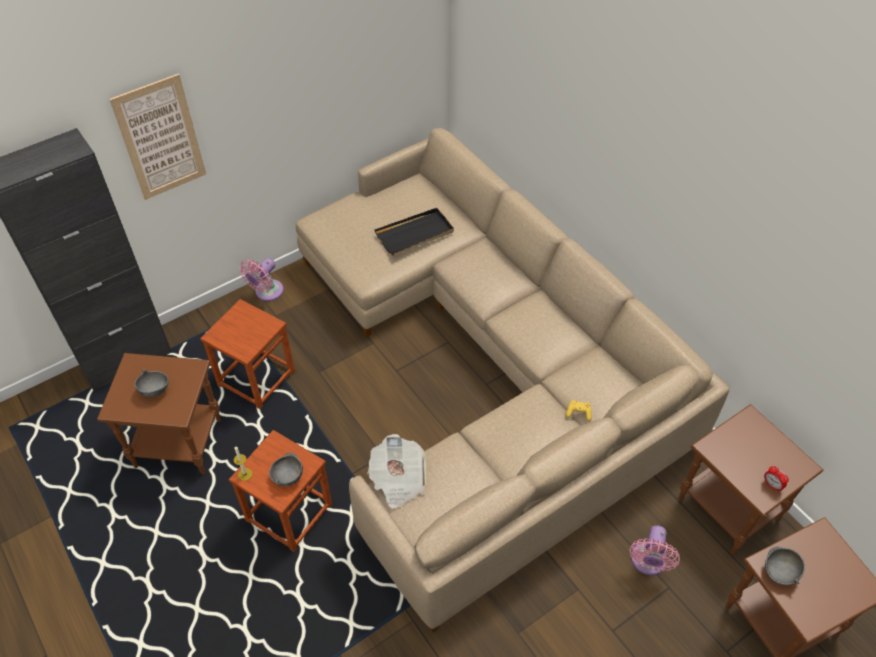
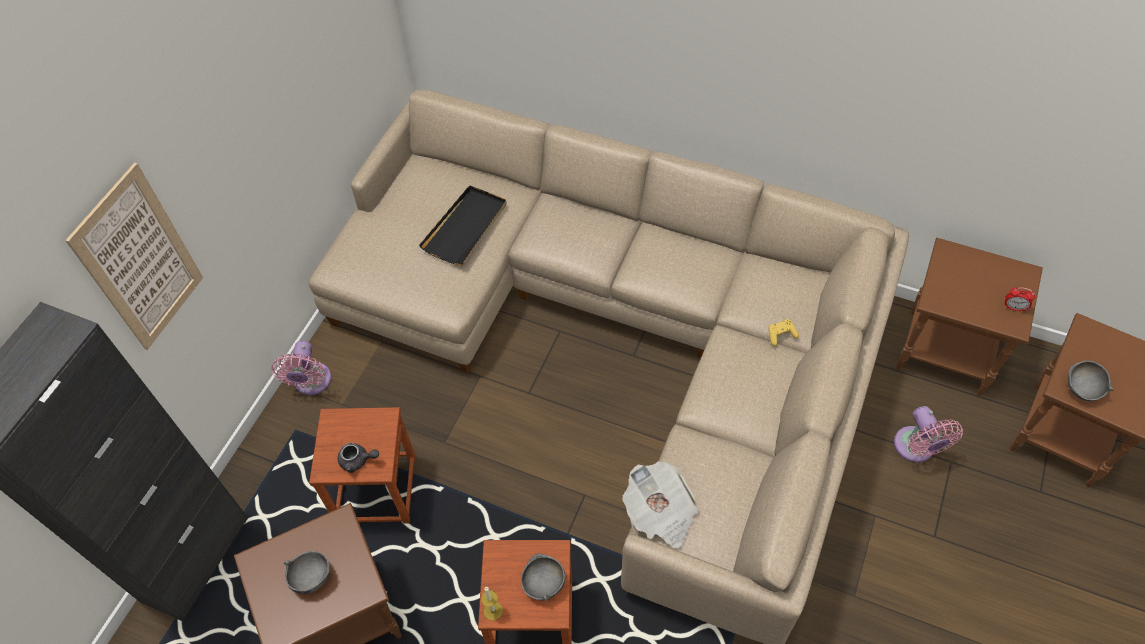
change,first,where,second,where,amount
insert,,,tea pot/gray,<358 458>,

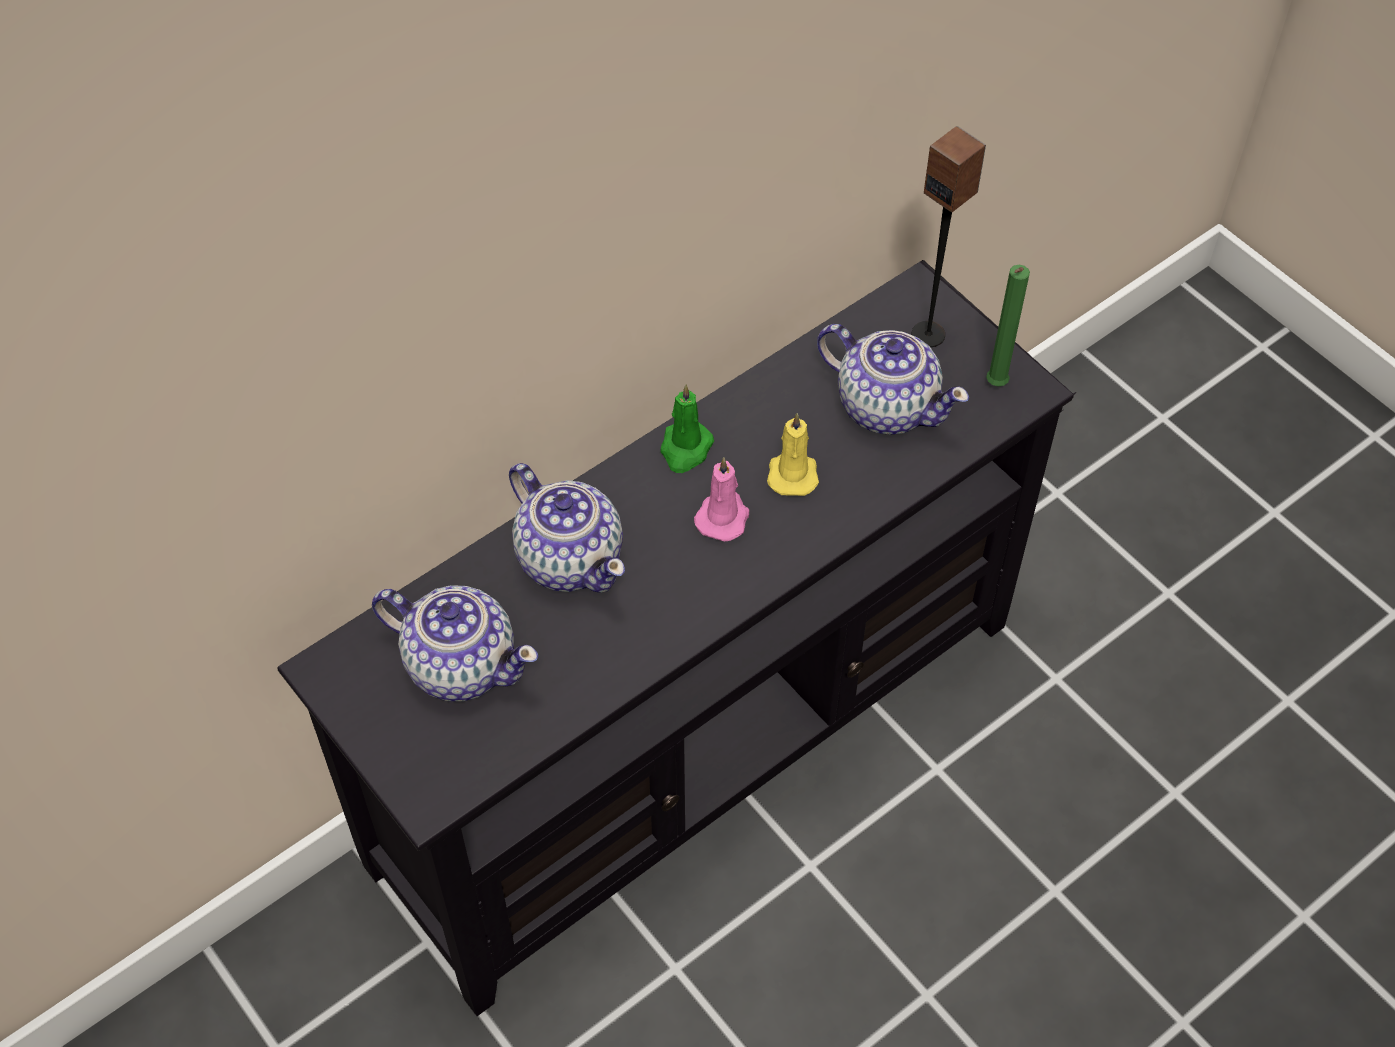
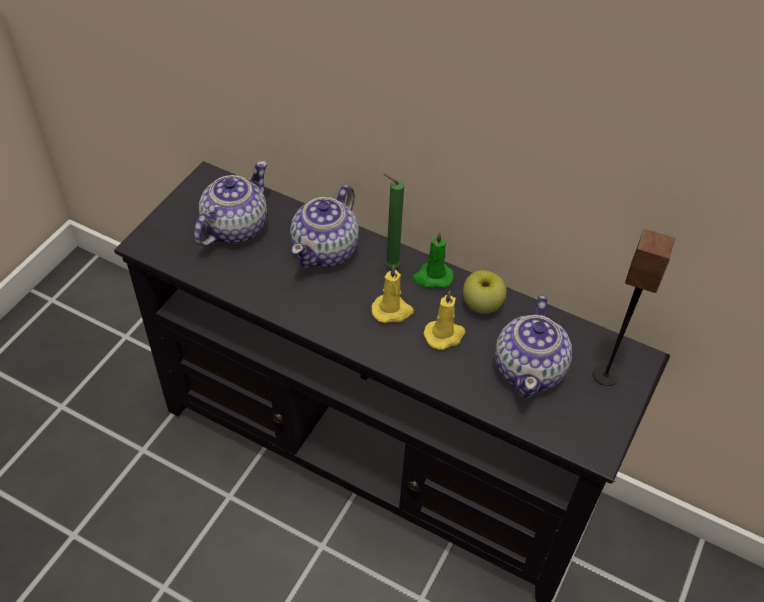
change,first,where,second,where,amount
insert,,,apple fruit,<485 292>,
move,wax candle/greenish,<1008 326>,,<393 221>,
recolor,wax candle/pink-coloured,<721 499>,wax candle/yellowish,<393 294>,
rotate,tea pot,<455 643>,,<230 204>,150 degrees counterclockwise

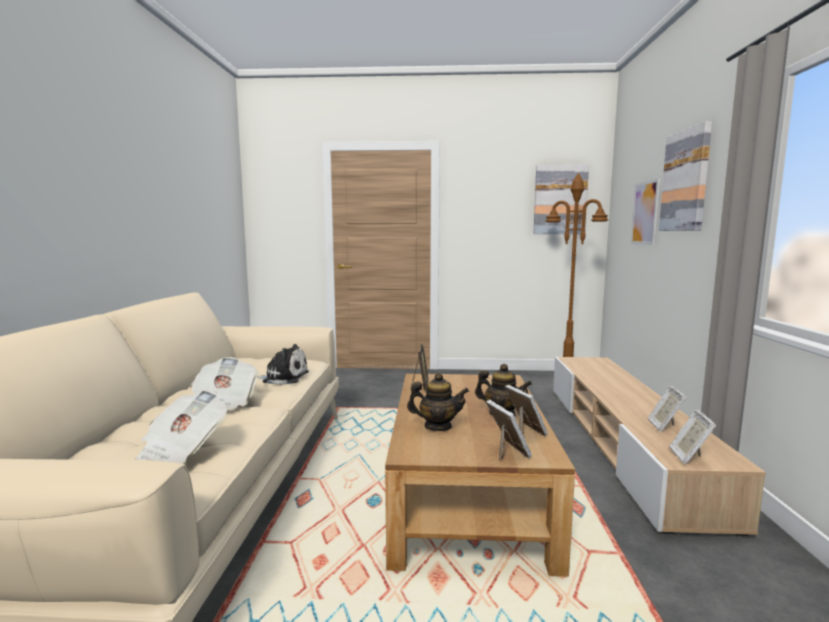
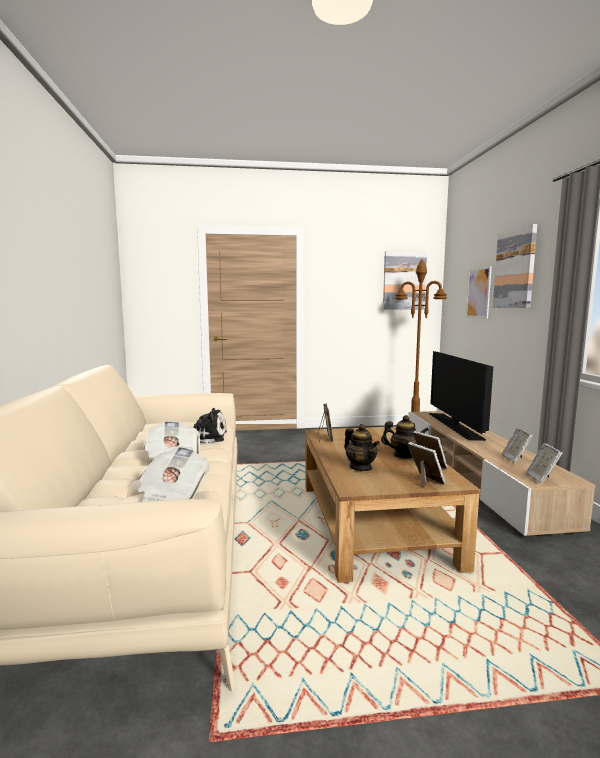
change,first,where,second,where,amount
insert,,,television,<461 396>,
rotate,tea pot,<438 402>,,<362 447>,60 degrees clockwise

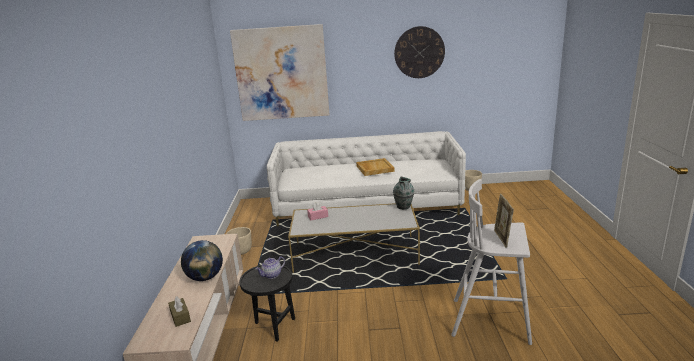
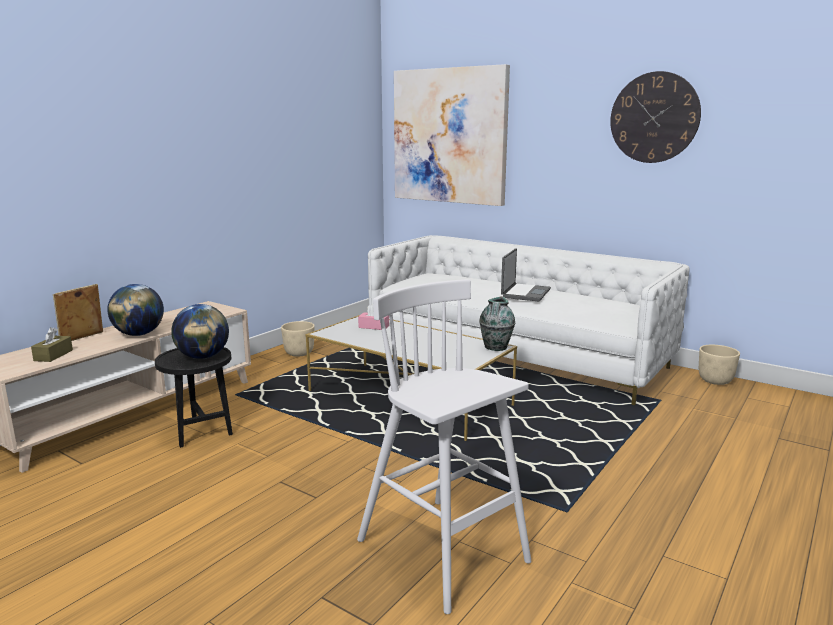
change,first,where,second,where,amount
move,photo frame,<504 221>,,<78 312>,
replace,tea pot,<270 267>,globe,<200 331>,
replace,carrying tray/beige,<375 167>,portable computer,<526 275>,

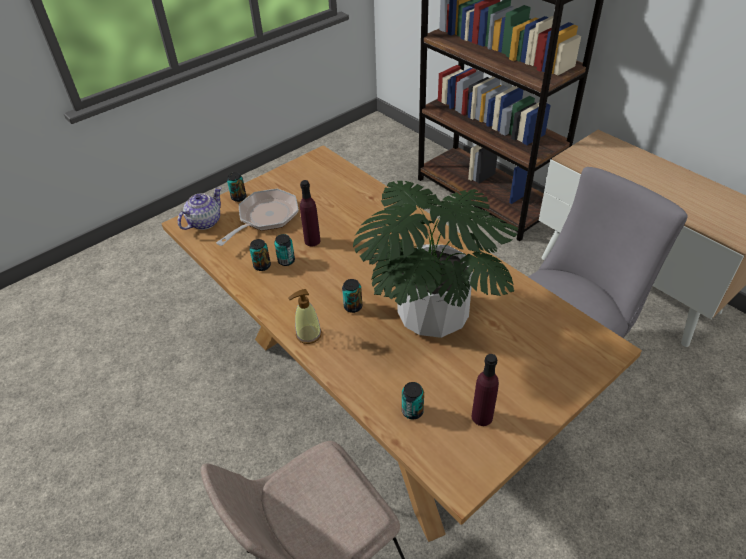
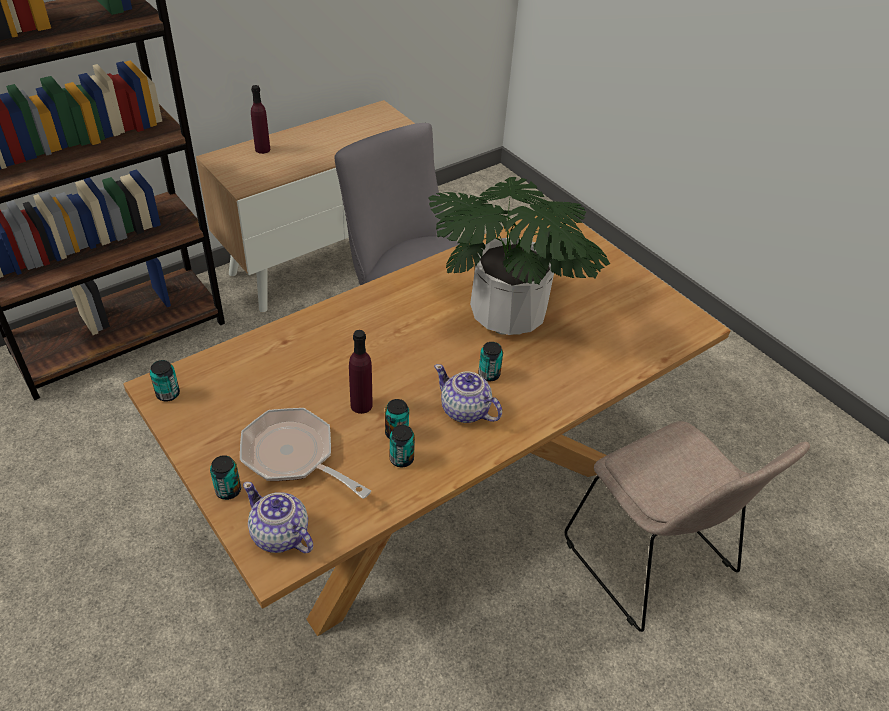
change,first,where,second,where,amount
delete,soap dispenser,<305 316>,,,
insert,,,tea pot,<468 393>,
move,can,<413 400>,,<165 380>,
move,bottle/purplish,<485 390>,,<260 119>,

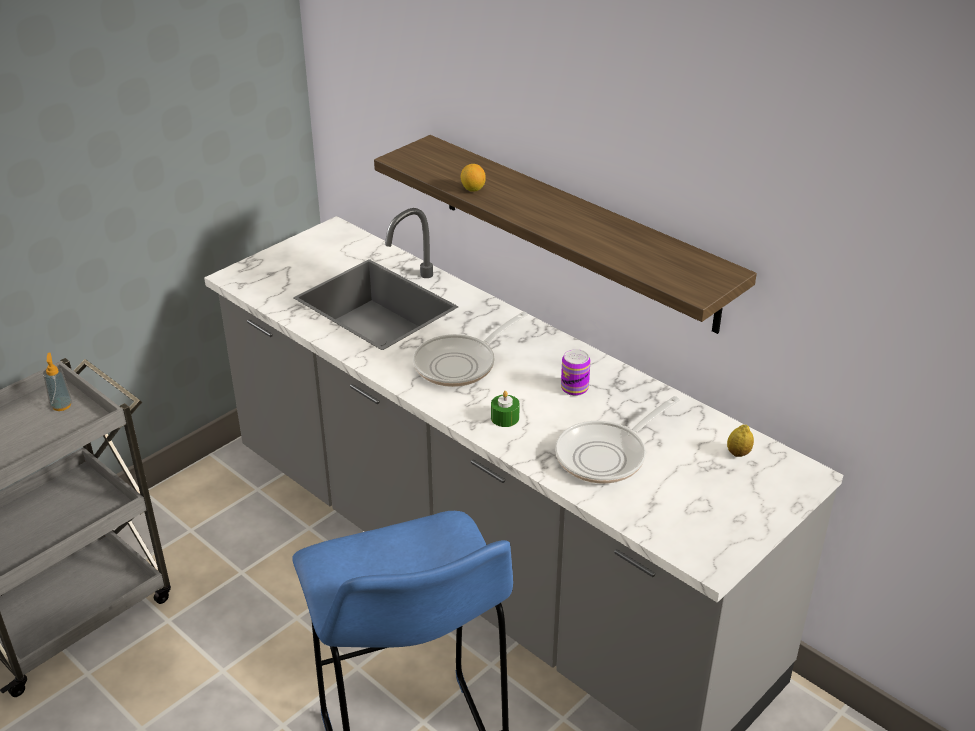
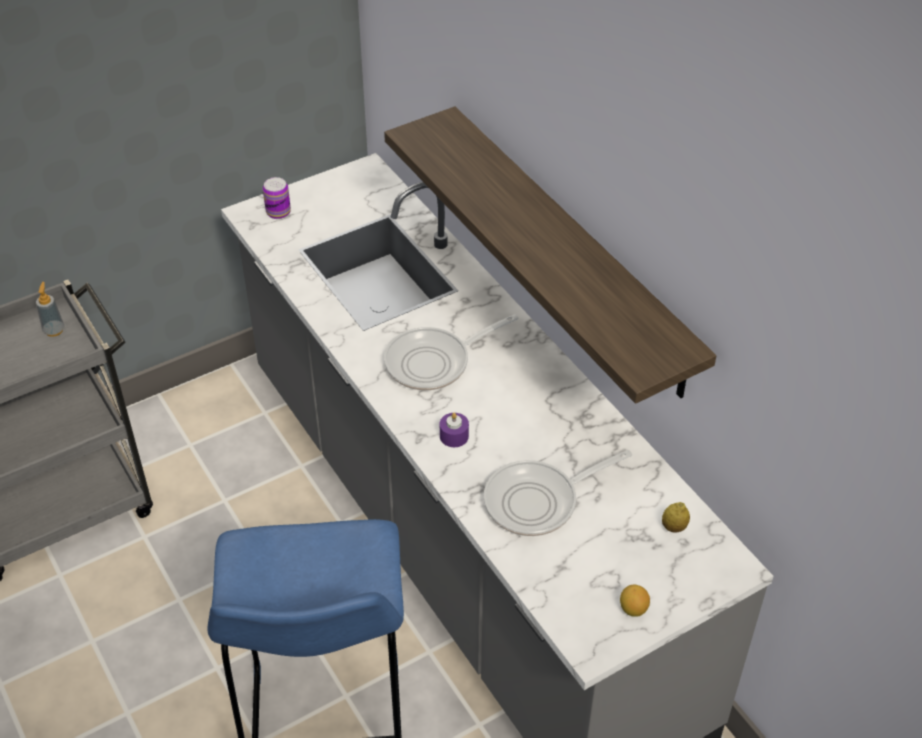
change,first,where,second,where,amount
move,whole lemon,<473 178>,,<635 601>,
move,can,<576 372>,,<277 198>,
recolor,wax candle/greenish,<505 409>,wax candle/purplish,<454 429>,

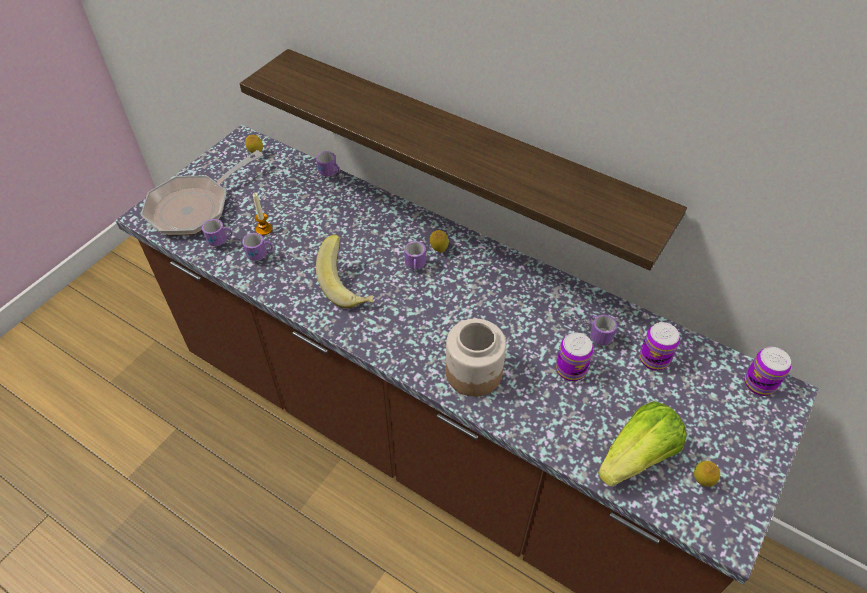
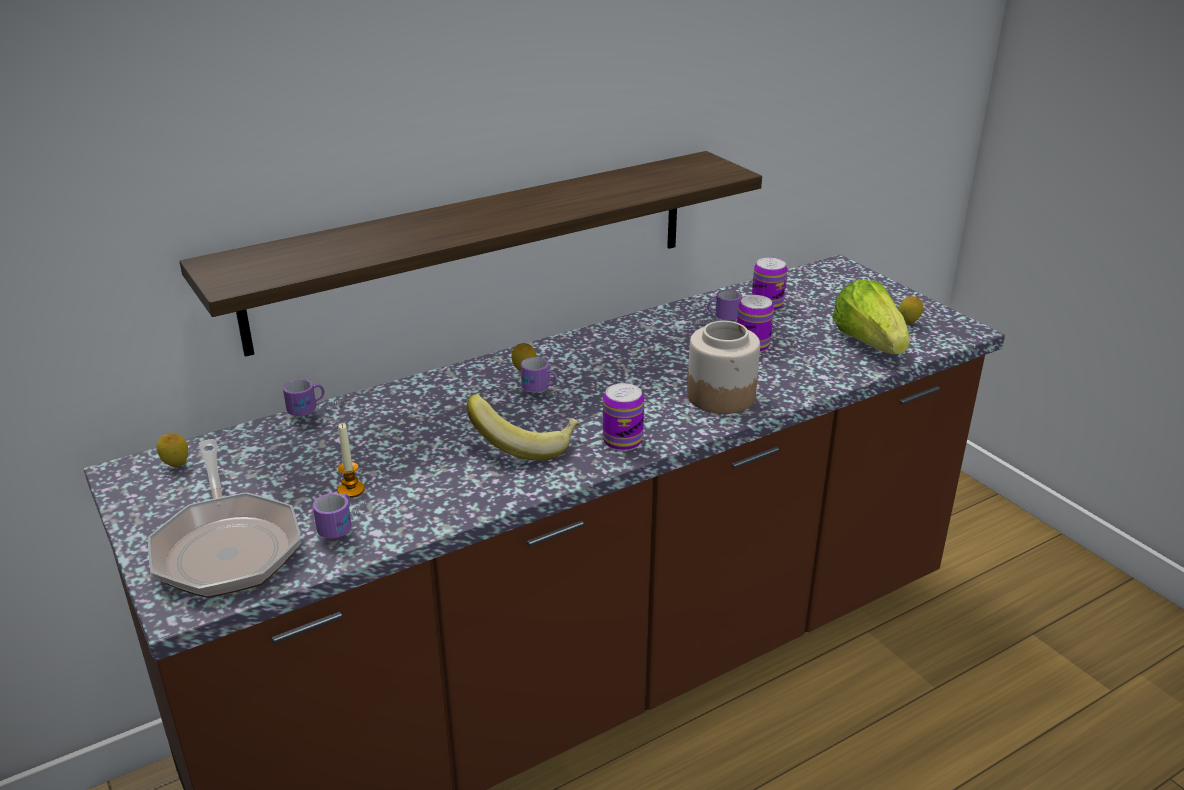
change,first,where,second,where,amount
delete,mug,<267 247>,,,
move,can,<767 371>,,<623 417>,

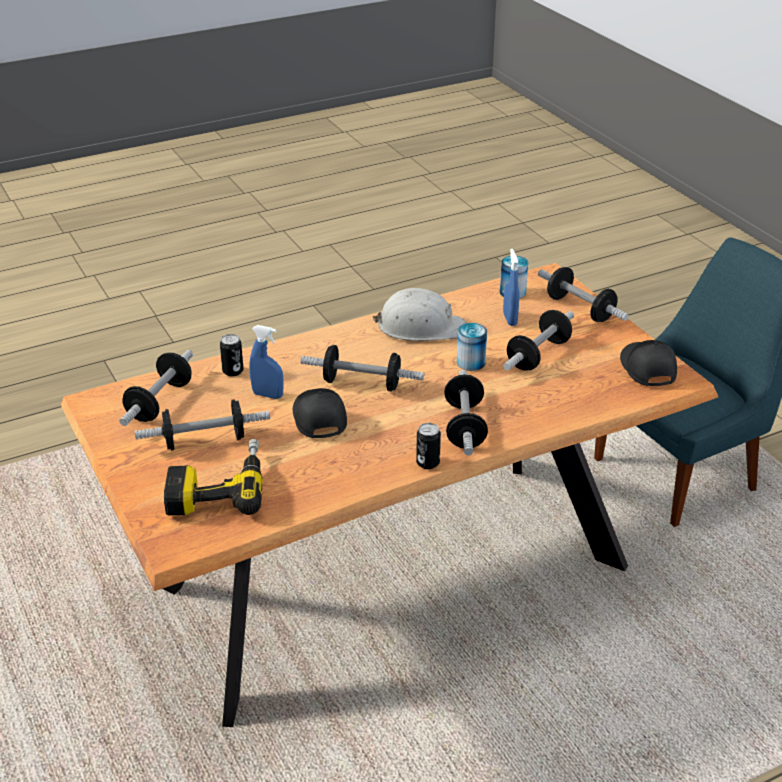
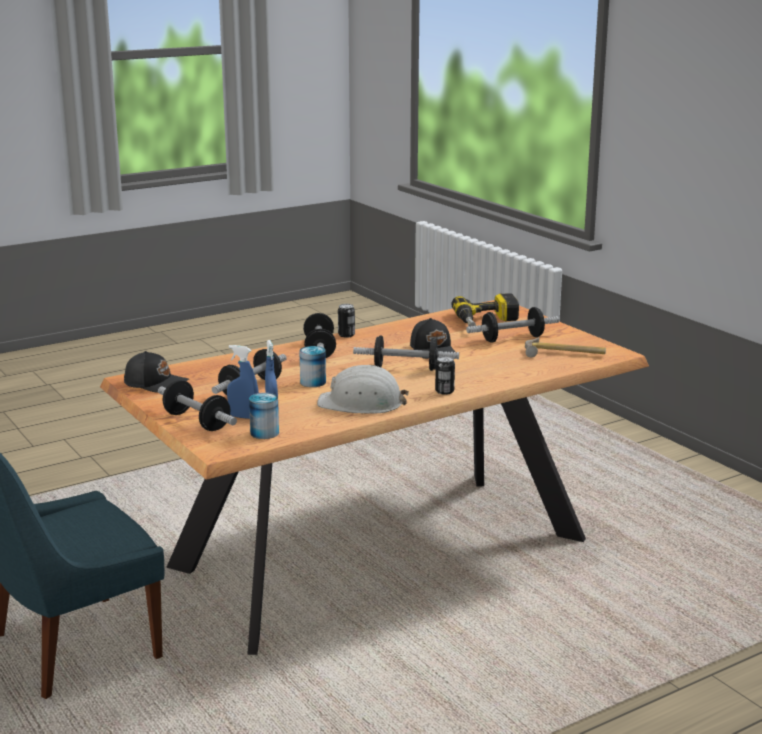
change,first,where,second,where,amount
move,can,<232 355>,,<445 375>,
move,spray bottle/blue-coloured,<266 362>,,<243 382>,
replace,hand weight,<156 388>,hand hammer,<565 347>,
rotate,cap/black,<648 363>,,<156 372>,60 degrees counterclockwise

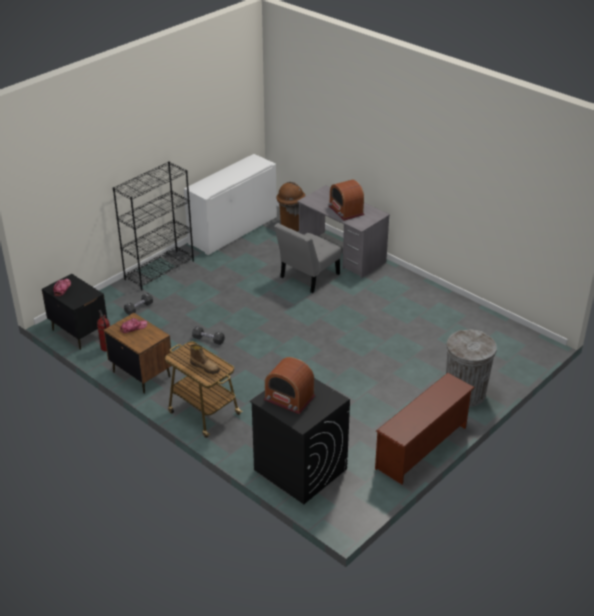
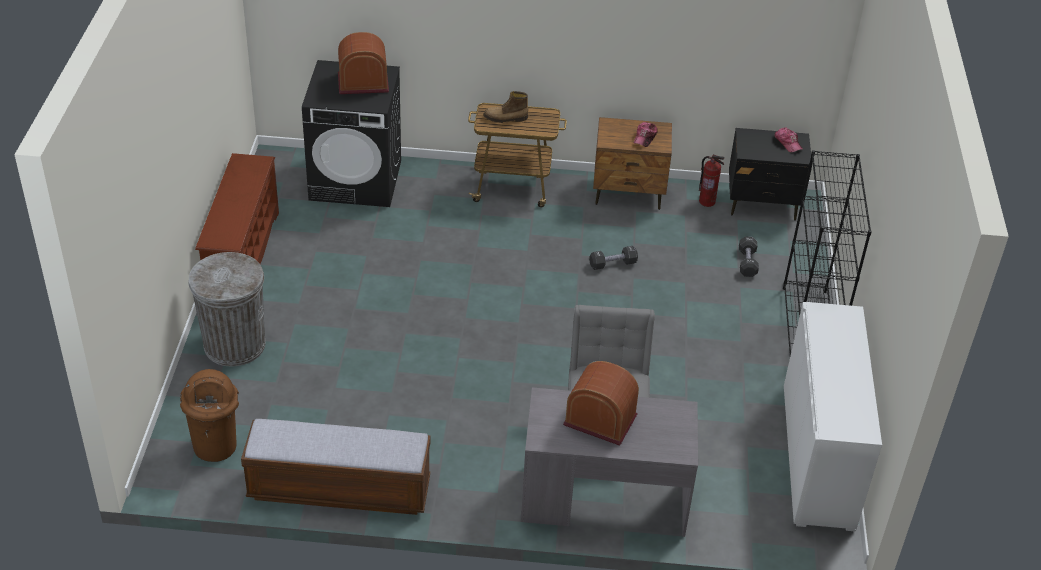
change,first,where,second,where,amount
insert,,,bench,<336 467>,
move,rubbish bin/brown-coloured,<290 207>,,<209 415>,

